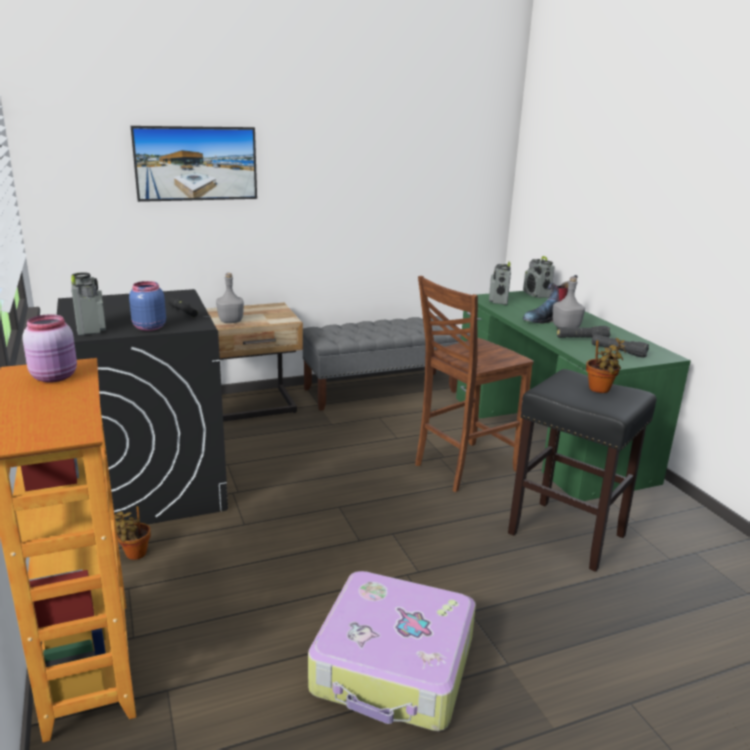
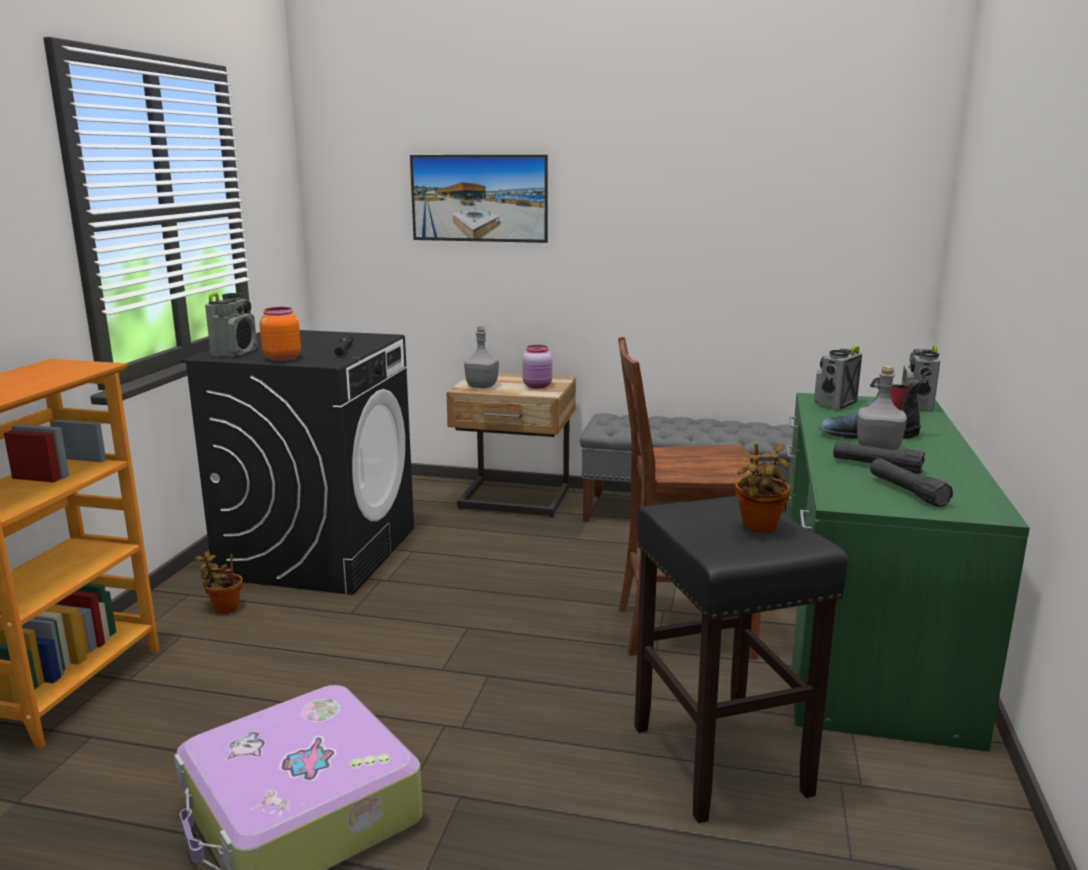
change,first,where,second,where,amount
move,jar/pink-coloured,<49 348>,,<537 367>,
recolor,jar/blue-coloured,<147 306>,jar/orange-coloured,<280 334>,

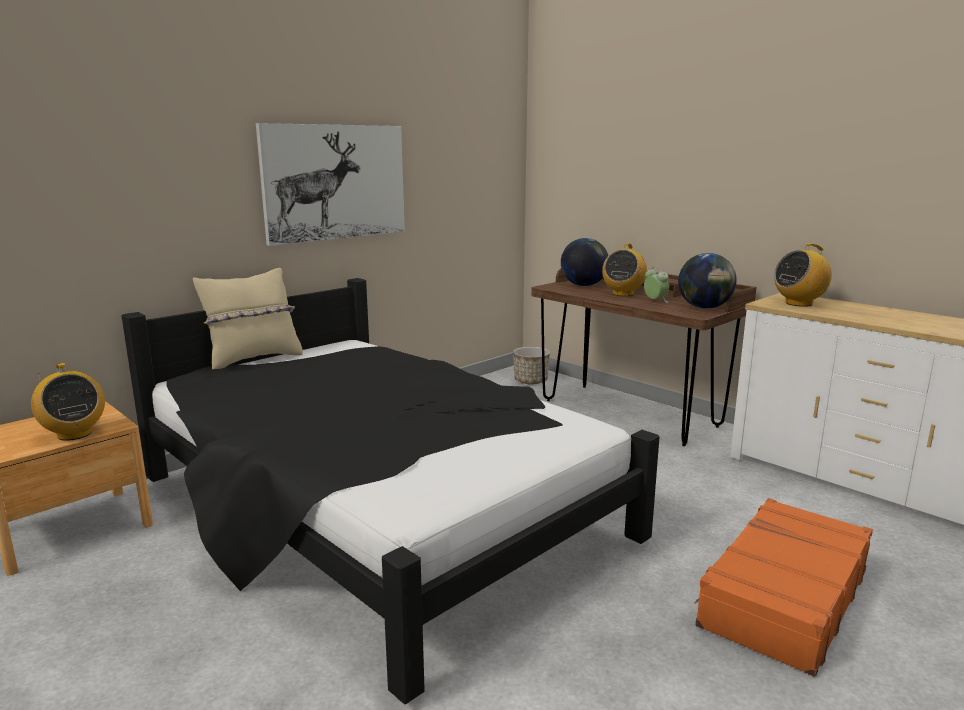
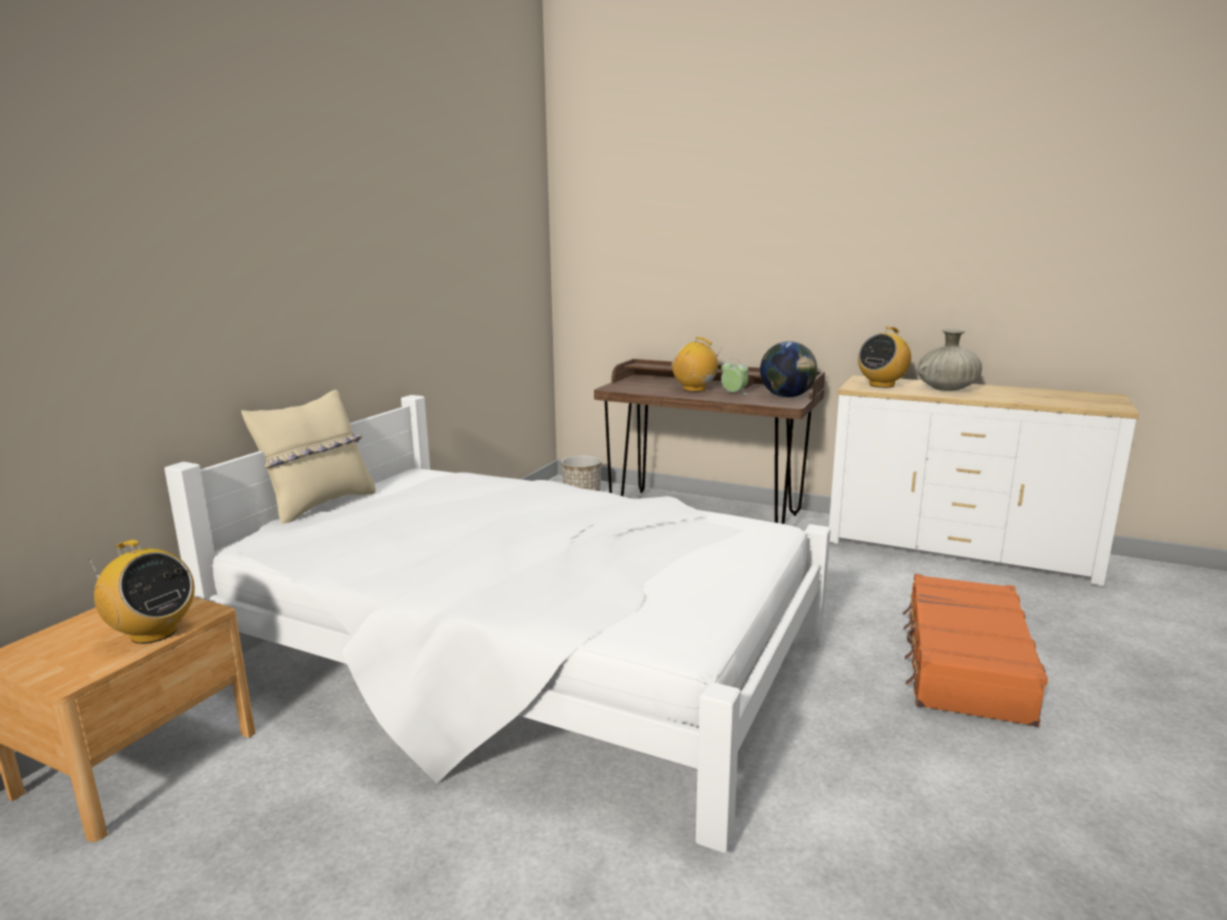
change,first,where,second,where,amount
delete,wall art,<330 184>,,,
delete,globe,<584 262>,,,
insert,,,decorative vase/beige,<949 360>,
recolor,bed/black,<391 491>,bed/white,<497 624>,
rotate,radio,<624 269>,,<697 364>,120 degrees clockwise

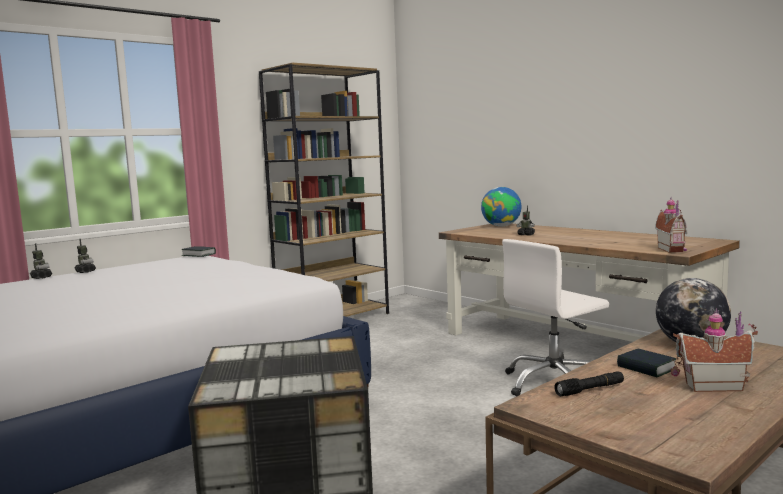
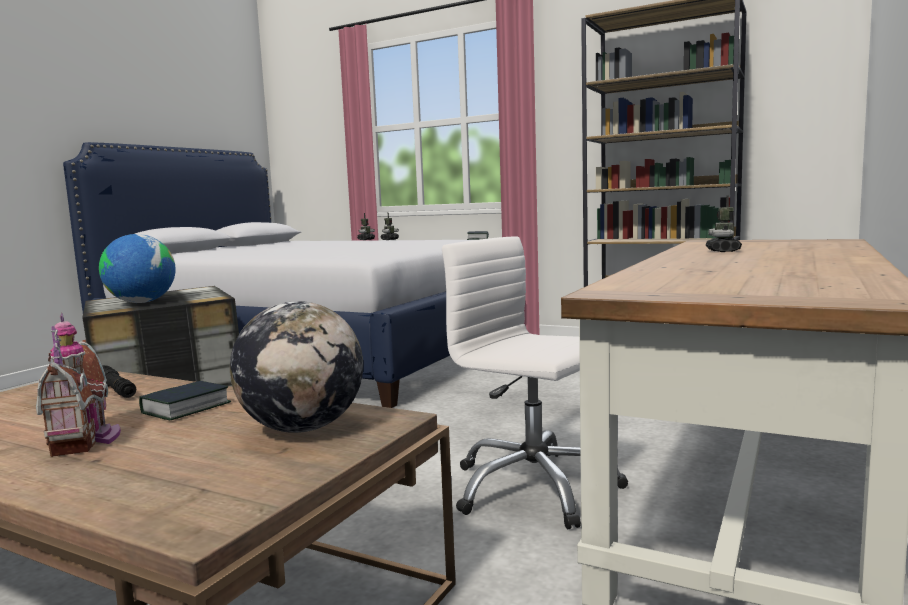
change,first,where,second,where,amount
delete,model house,<671 224>,,,
move,globe,<501 207>,,<137 268>,

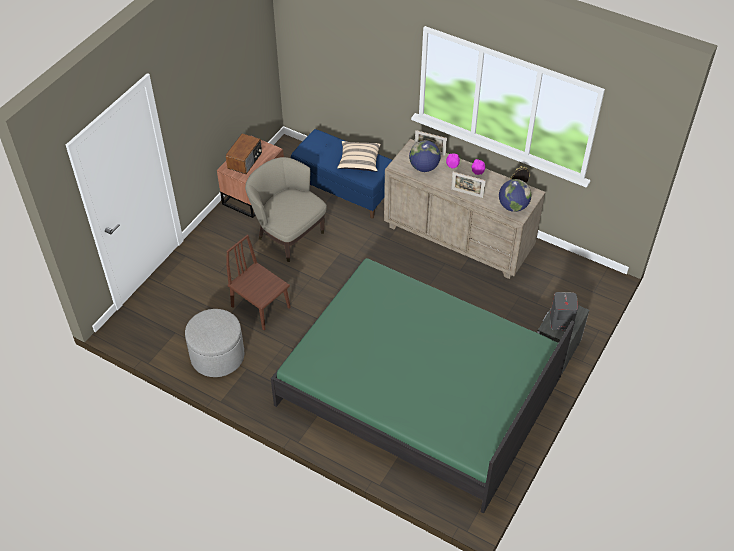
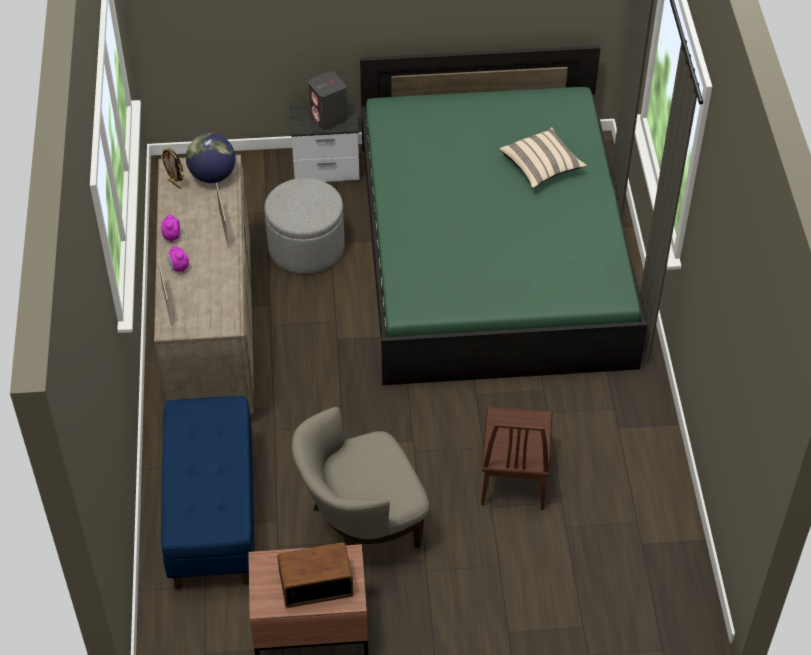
change,first,where,second,where,amount
delete,globe,<425 156>,,,
move,footrest/gray,<214 343>,,<304 226>,
move,cushion/beige,<359 156>,,<543 157>,
rotate,lounge chair/beige,<286 209>,,<360 478>,60 degrees clockwise

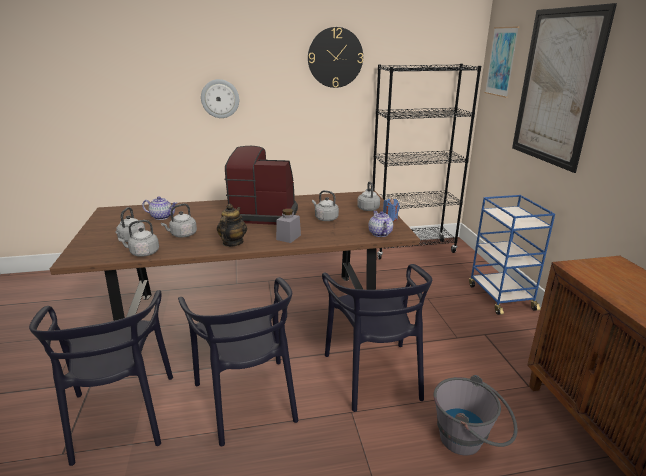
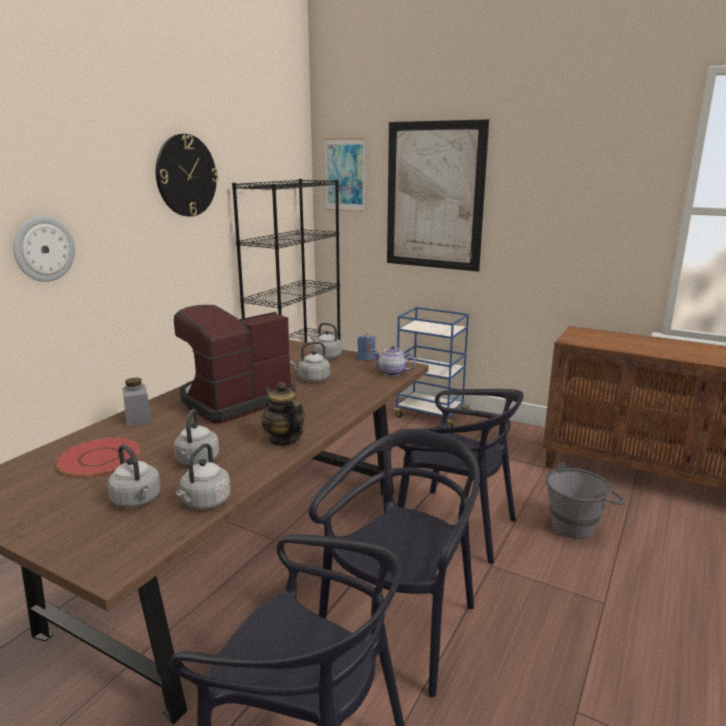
change,first,where,second,where,amount
move,jar/gray,<288 226>,,<137 402>,
replace,tea pot,<159 208>,plate/red-coloured,<98 457>,
rotate,upright chair/black,<238 361>,,<394 563>,75 degrees counterclockwise

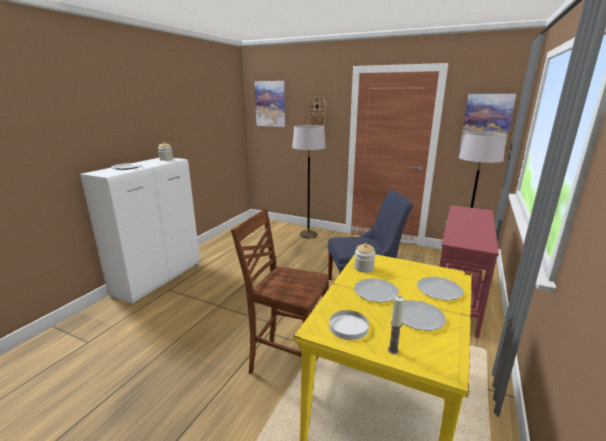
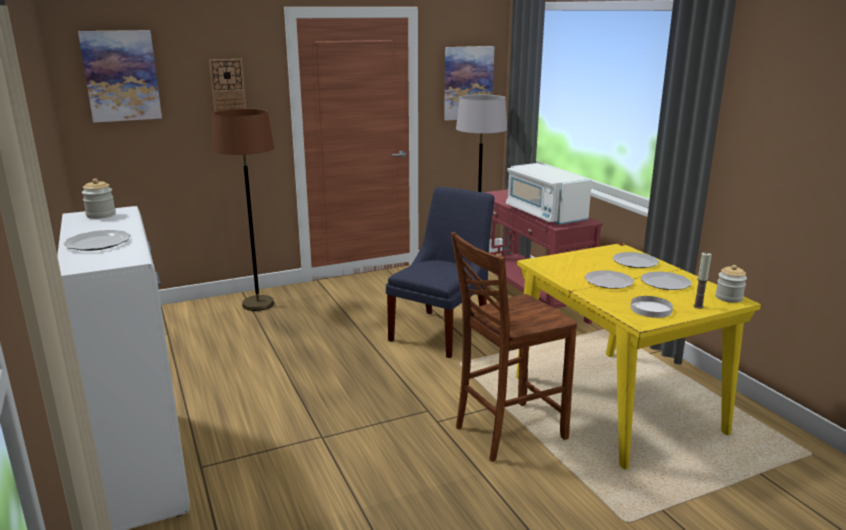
change,first,where,second,where,amount
insert,,,microwave/white,<549 194>,
move,jar,<365 258>,,<731 284>,
recolor,standard lamp/gray,<309 182>,standard lamp/brown-coloured,<243 210>,

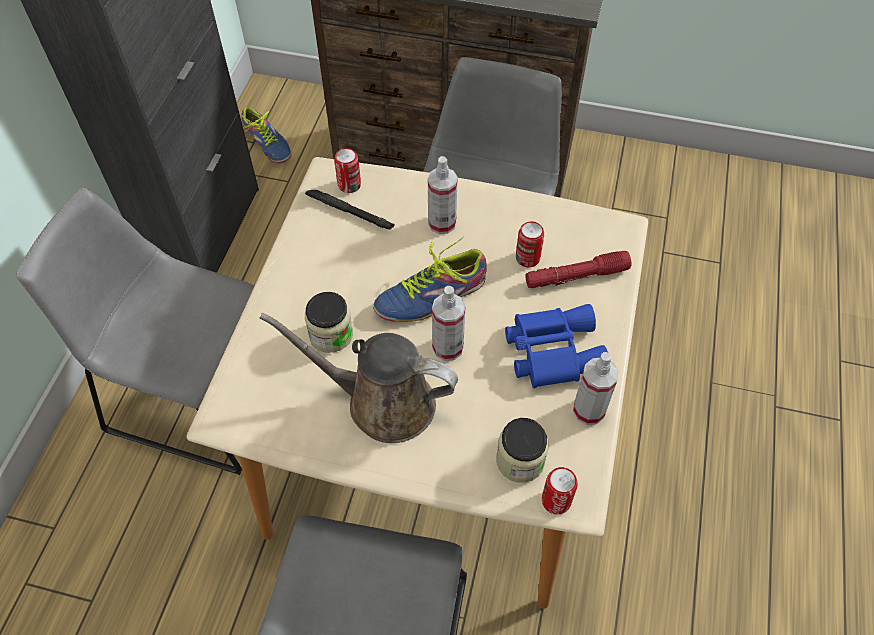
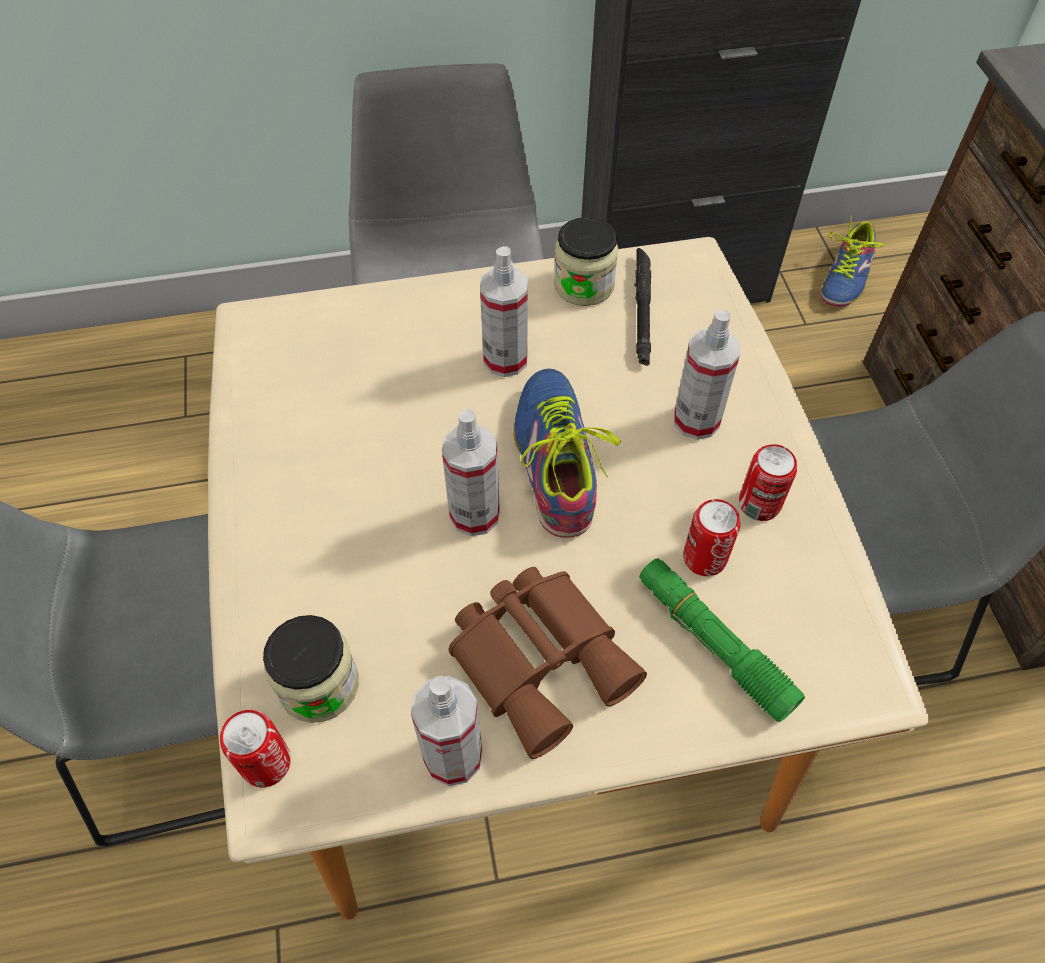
change,first,where,second,where,amount
delete,watering pot/brown-coloured,<359 378>,,,
insert,,,spray bottle,<504 311>,
move,jar,<329 322>,,<586 261>,
move,can,<347 170>,,<768 482>,
recolor,pair of binoculars/blue-coloured,<556 346>,pair of binoculars/brown-coloured,<548 663>,
recolor,hand torch/red-coloured,<578 269>,hand torch/greenish,<722 640>,
rotate,item of footwear,<430 279>,,<567 453>,45 degrees clockwise

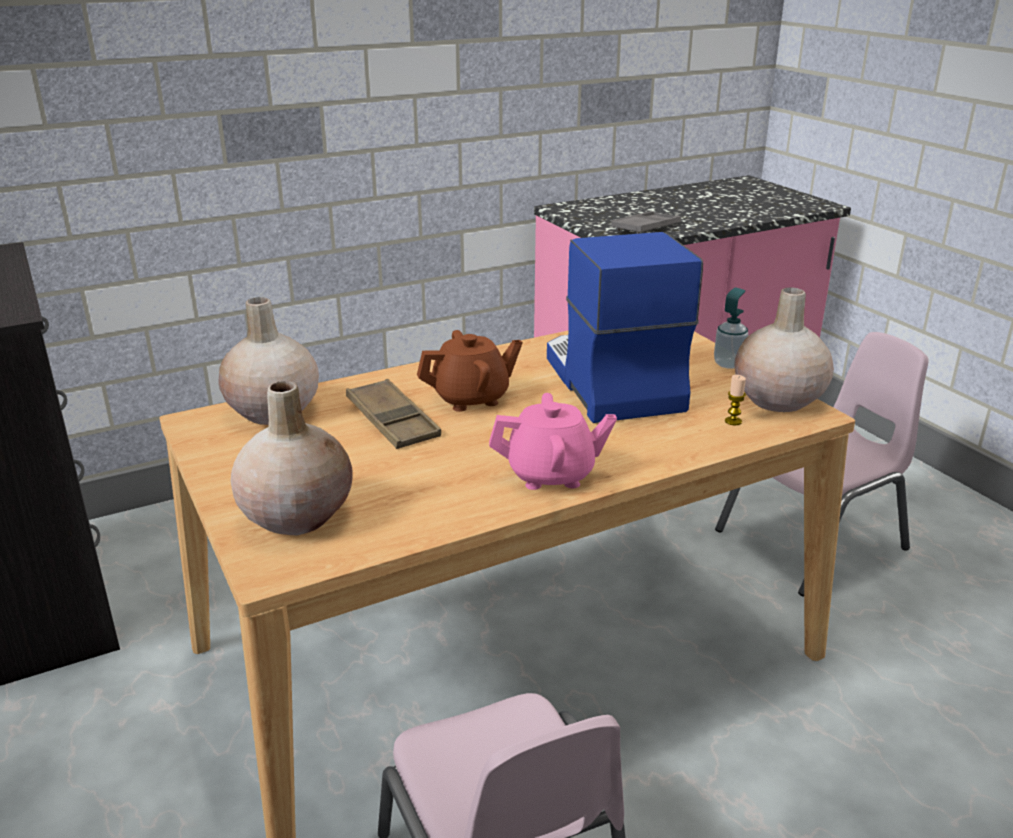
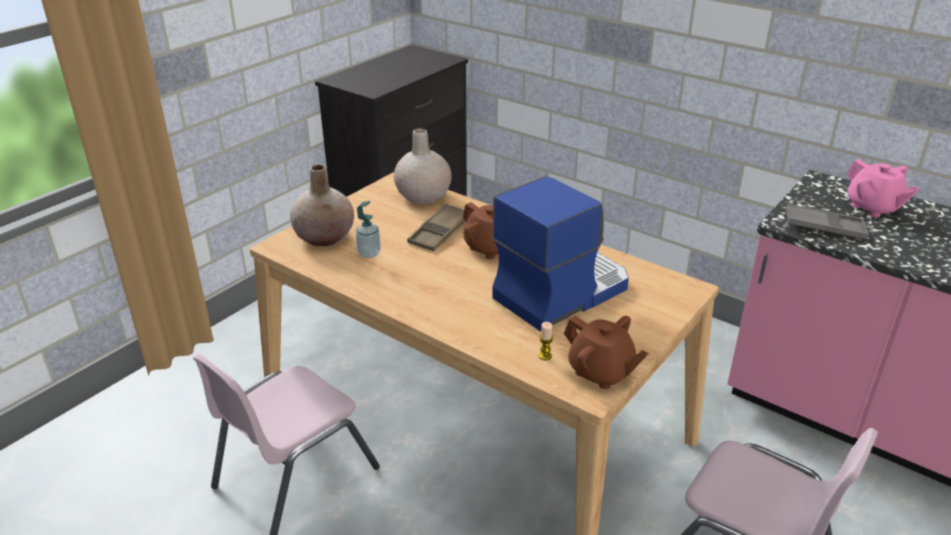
change,first,where,second,where,amount
move,tea pot/pink-coloured,<553 441>,,<883 188>,
move,soap dispenser,<731 328>,,<368 229>,
replace,decorative vase/beige,<784 349>,tea pot/brown-coloured,<606 352>,

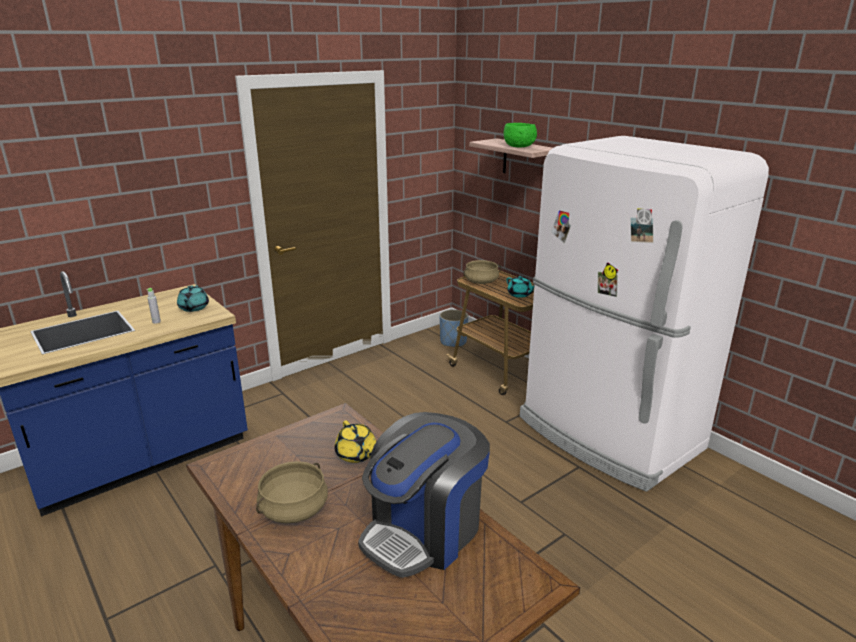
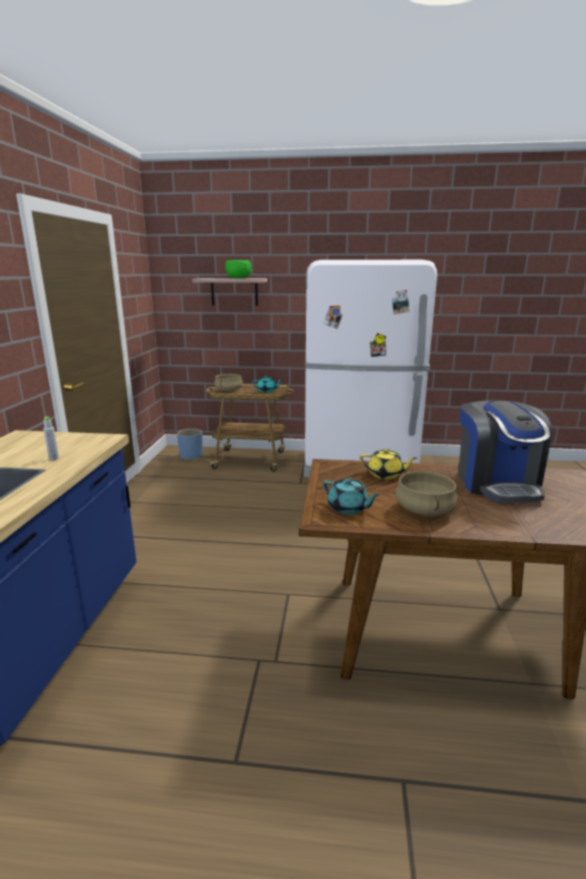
change,first,where,second,where,amount
move,tea pot/turquoise,<193 298>,,<351 496>,

